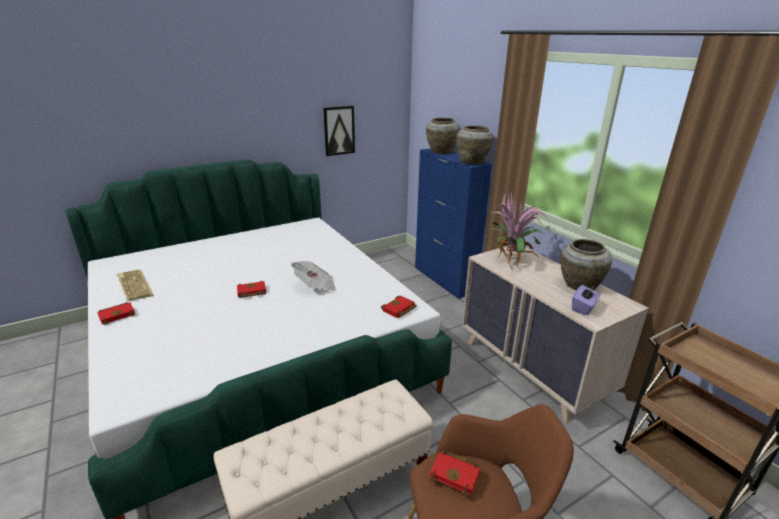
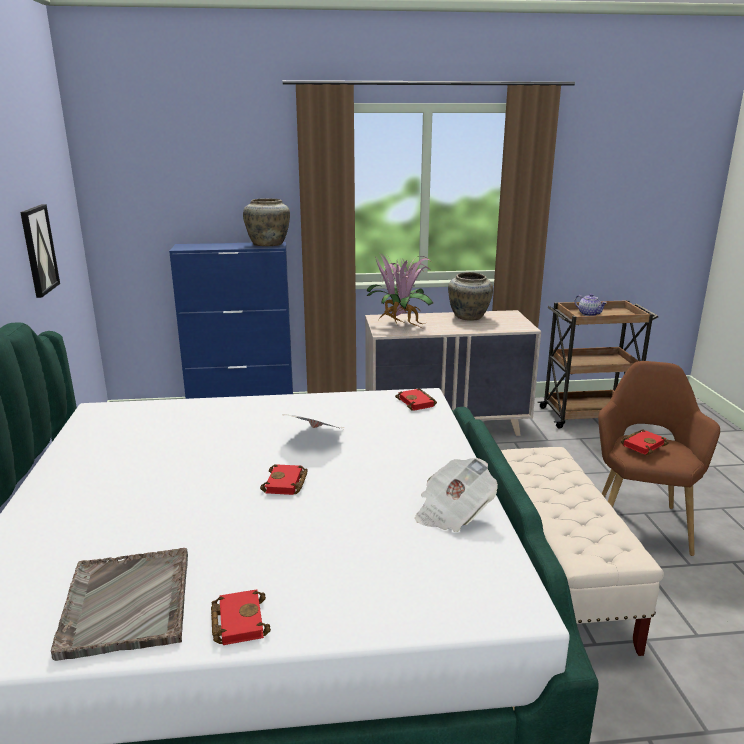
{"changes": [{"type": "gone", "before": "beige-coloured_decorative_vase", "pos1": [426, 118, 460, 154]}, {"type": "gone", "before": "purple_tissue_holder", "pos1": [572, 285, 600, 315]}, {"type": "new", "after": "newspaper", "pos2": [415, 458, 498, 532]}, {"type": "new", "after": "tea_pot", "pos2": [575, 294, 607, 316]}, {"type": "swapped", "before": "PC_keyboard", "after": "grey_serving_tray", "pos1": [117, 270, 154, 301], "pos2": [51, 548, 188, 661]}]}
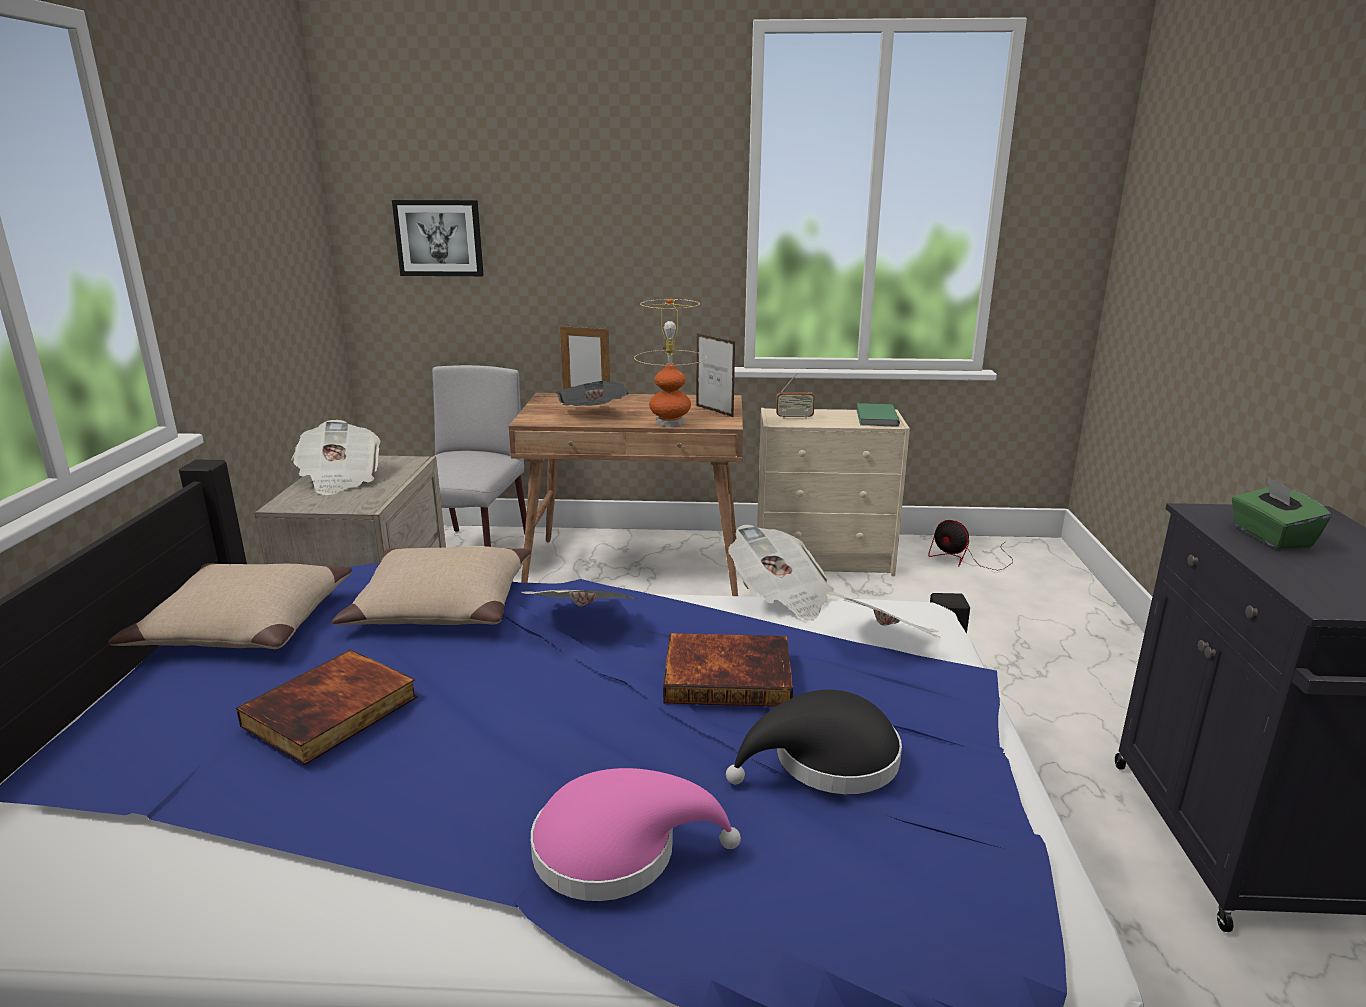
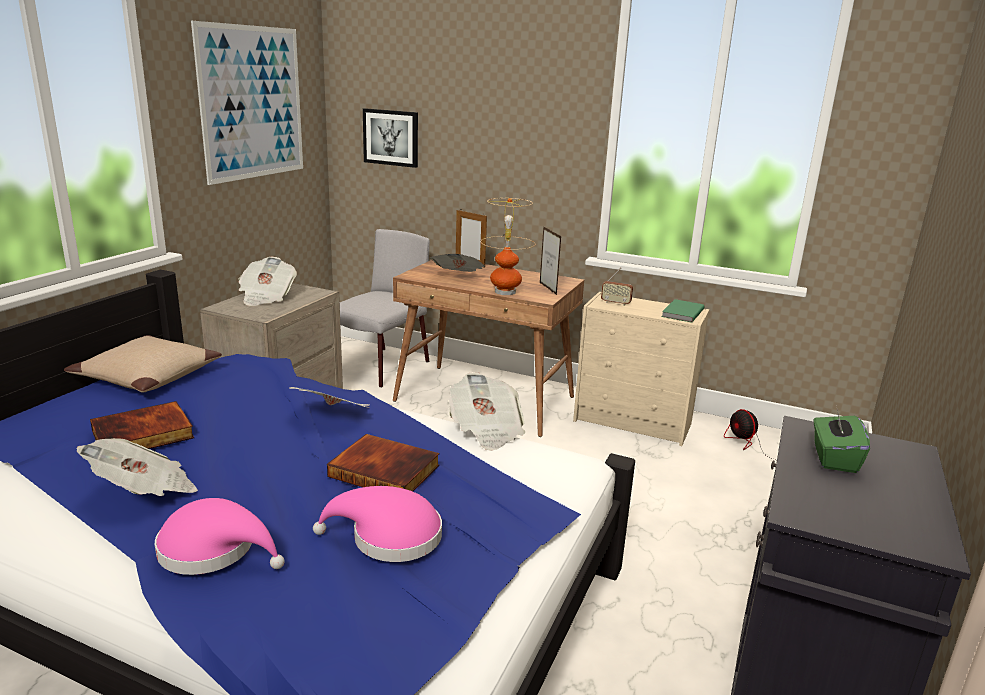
{"changes": [{"type": "gone", "before": "beige-coloured_throw_pillow", "pos1": [332, 546, 531, 625]}, {"type": "new", "after": "picture", "pos2": [191, 21, 303, 185]}, {"type": "shifted", "before": "newspaper", "pos1": [827, 591, 940, 637], "pos2": [76, 438, 198, 496]}, {"type": "repainted", "before": "blackish_wearable_hat", "after": "pinkish_wearable_hat", "pos1": [726, 690, 902, 794], "pos2": [313, 486, 442, 562]}]}
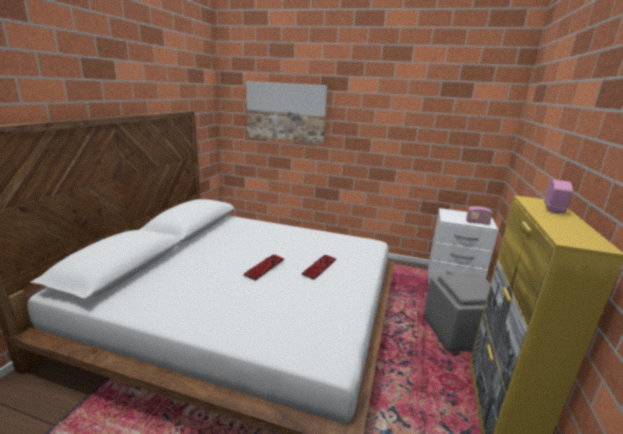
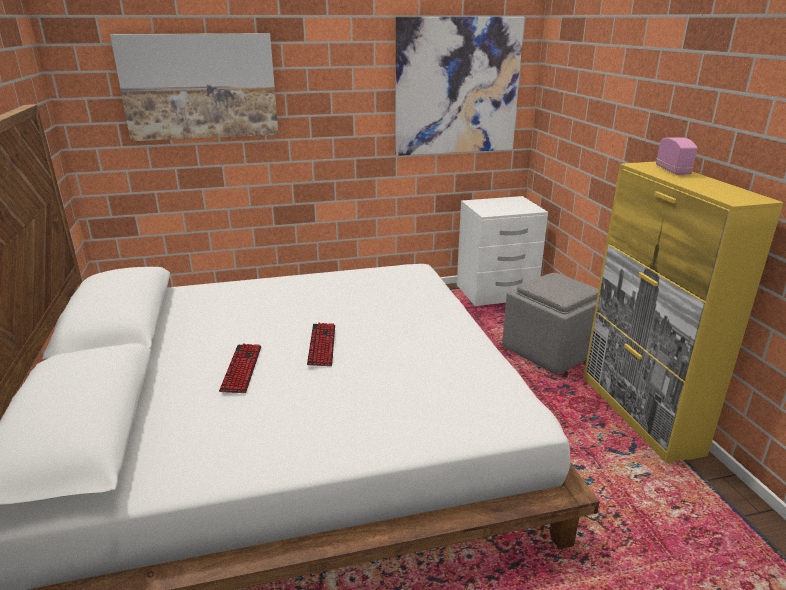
{"changes": [{"type": "gone", "before": "radio_set", "pos1": [466, 206, 492, 225]}, {"type": "new", "after": "picture", "pos2": [396, 17, 525, 156]}, {"type": "shifted", "before": "PC_keyboard", "pos1": [301, 255, 337, 280], "pos2": [219, 343, 261, 393]}]}
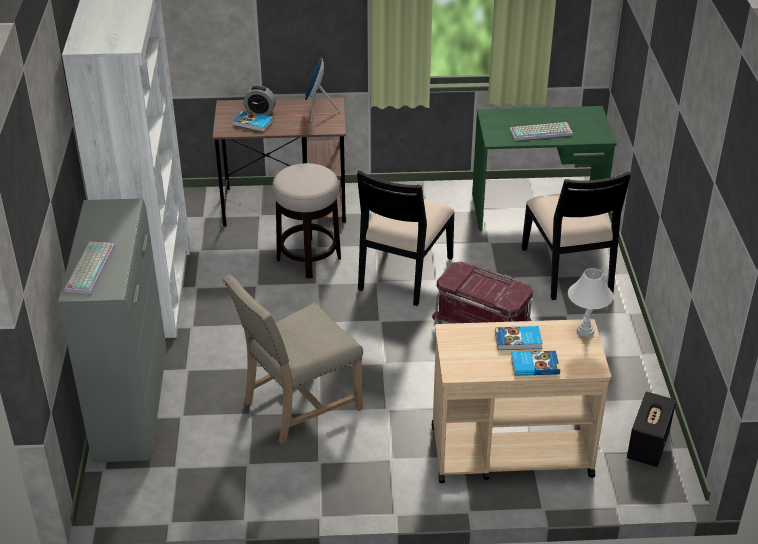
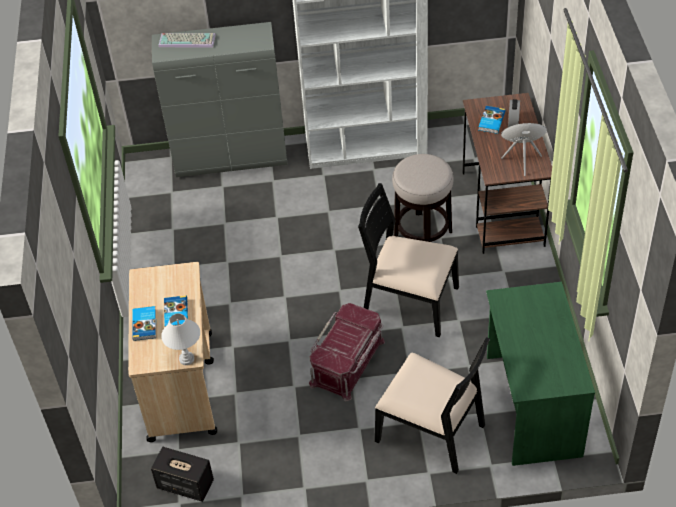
{"changes": [{"type": "gone", "before": "beige-coloured_upright_chair", "pos1": [223, 275, 363, 444]}, {"type": "gone", "before": "PC_keyboard", "pos1": [509, 122, 573, 141]}, {"type": "rotated", "before": "blackish_upright_chair", "pos1": [521, 172, 631, 300], "pos2": [375, 337, 490, 474], "turn": -135}]}
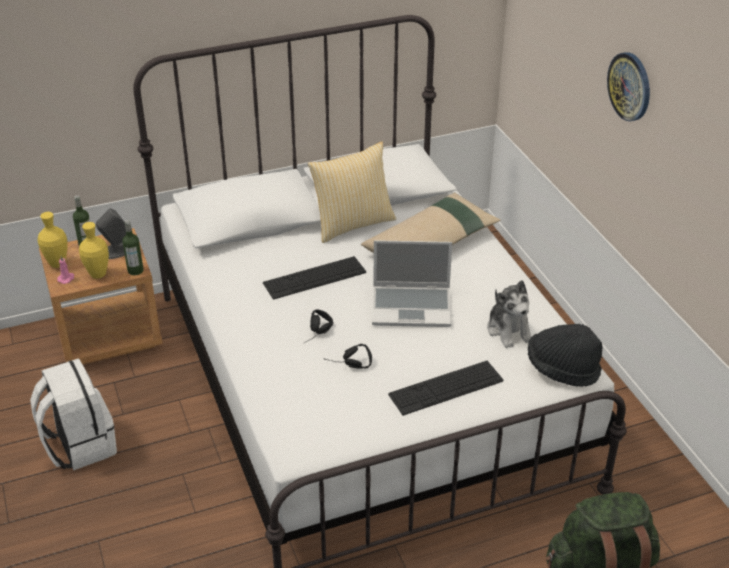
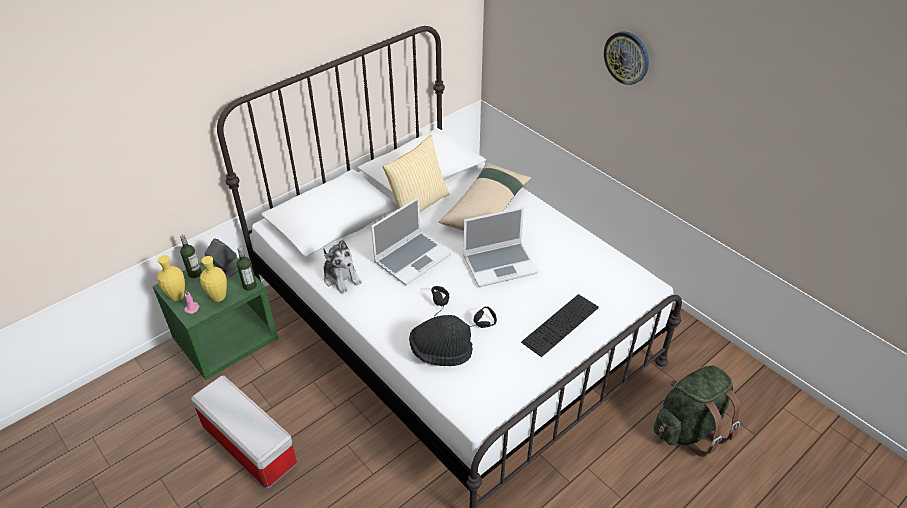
{"changes": [{"type": "shifted", "before": "plush_toy", "pos1": [487, 280, 532, 348], "pos2": [323, 240, 362, 294]}, {"type": "shifted", "before": "blackish_wearable_hat", "pos1": [528, 324, 602, 387], "pos2": [409, 315, 473, 366]}, {"type": "swapped", "before": "whitish_knapsack", "after": "storage_container", "pos1": [30, 358, 117, 470], "pos2": [191, 376, 297, 489]}, {"type": "swapped", "before": "PC_keyboard", "after": "portable_computer", "pos1": [263, 256, 366, 300], "pos2": [371, 197, 451, 285]}, {"type": "repainted", "before": "brownish_night_table", "after": "greenish_night_table", "pos1": [39, 228, 163, 364], "pos2": [153, 257, 278, 380]}]}
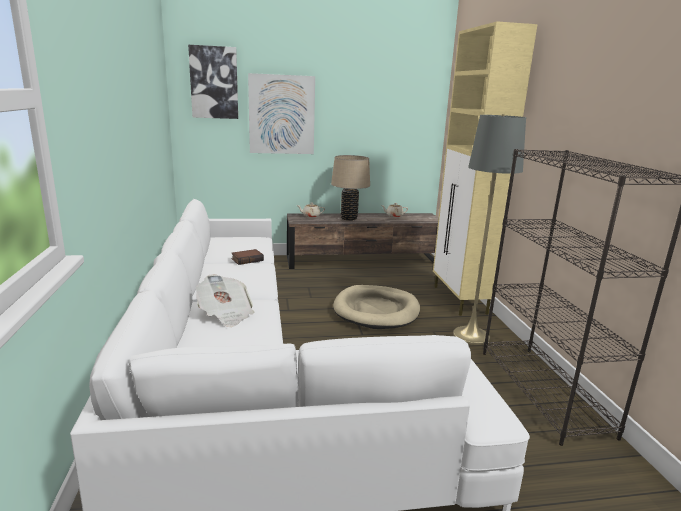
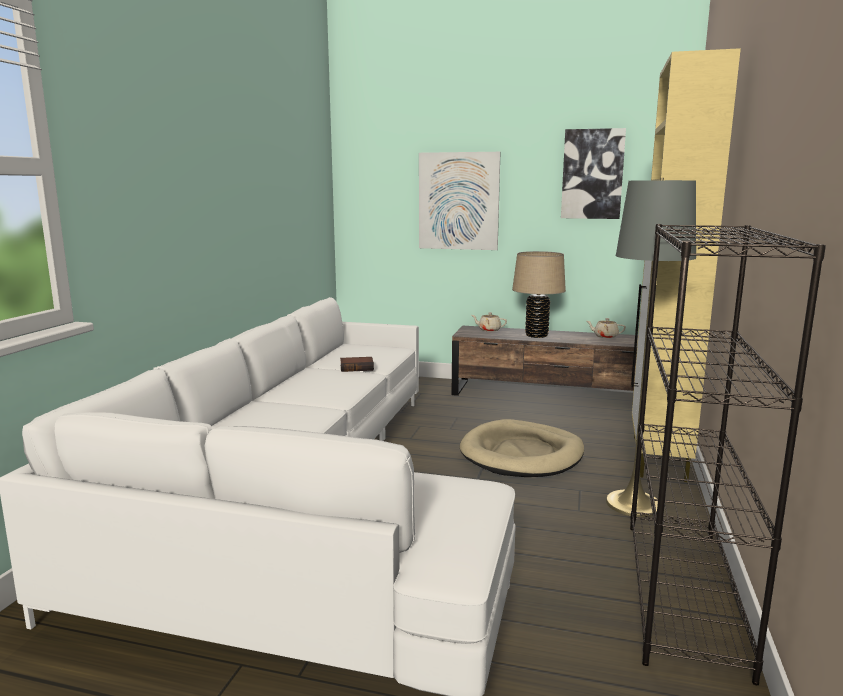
{"changes": [{"type": "gone", "before": "newspaper", "pos1": [196, 274, 254, 327]}, {"type": "shifted", "before": "picture", "pos1": [188, 45, 238, 119], "pos2": [561, 128, 626, 219]}]}
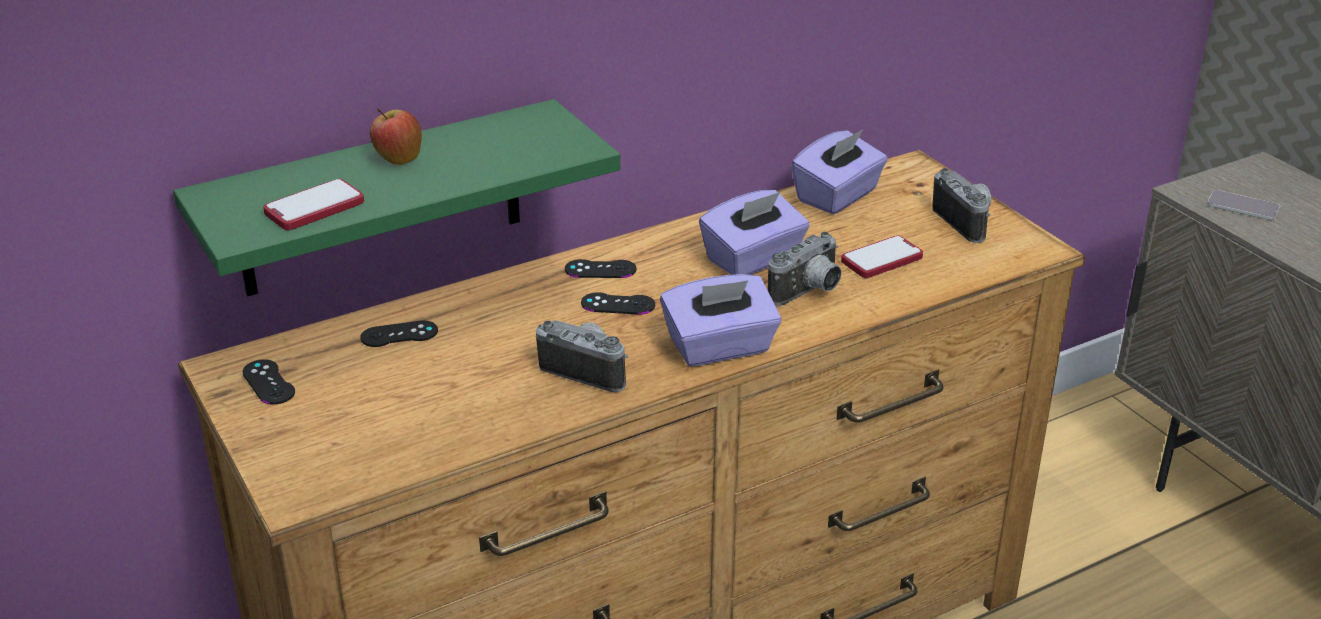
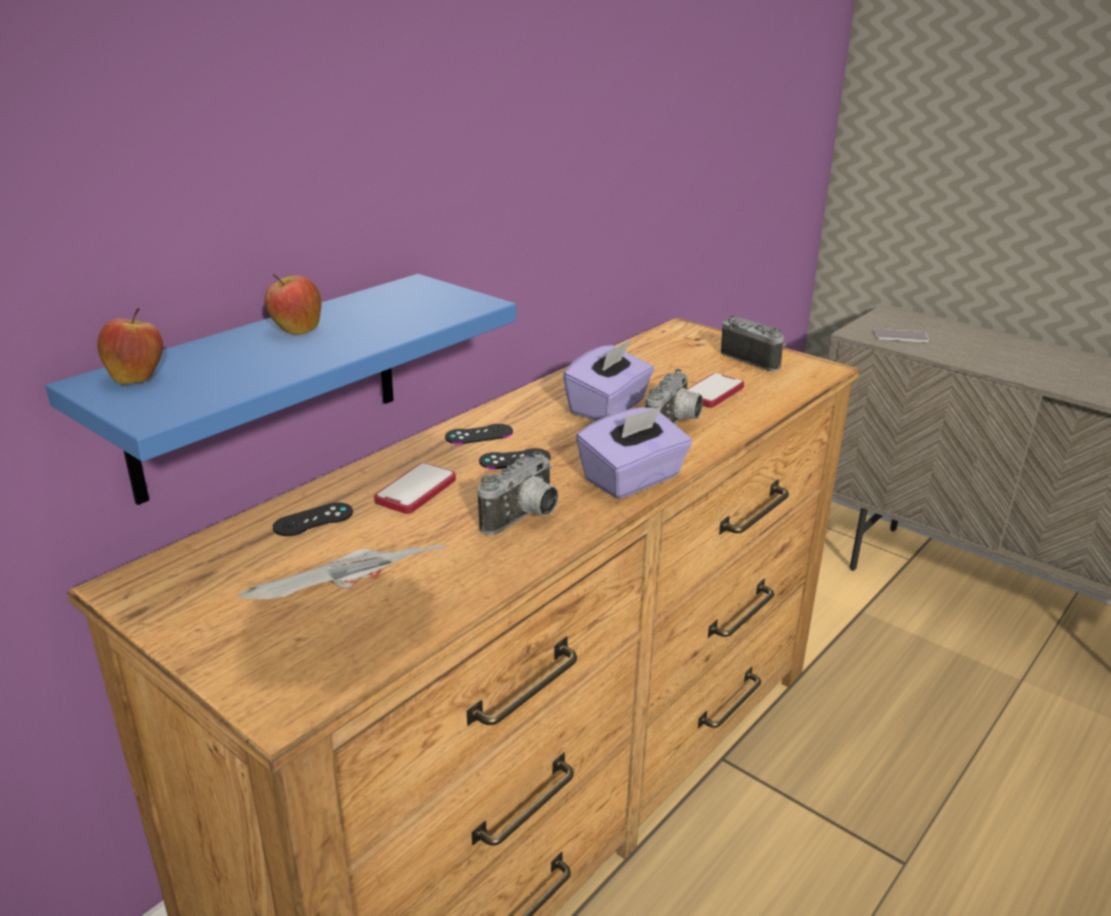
{"changes": [{"type": "gone", "before": "blackish_gamepad", "pos1": [242, 359, 295, 405]}, {"type": "gone", "before": "purple_tissue_holder", "pos1": [791, 130, 888, 214]}, {"type": "new", "after": "apple", "pos2": [97, 308, 163, 384]}, {"type": "new", "after": "newspaper", "pos2": [238, 545, 446, 600]}, {"type": "shifted", "before": "handset", "pos1": [263, 179, 364, 230], "pos2": [374, 463, 456, 514]}, {"type": "repainted", "before": "greenish_wall_shelf", "after": "blue-coloured_wall_shelf", "pos1": [173, 99, 620, 297], "pos2": [45, 274, 516, 505]}, {"type": "rotated", "before": "still_camera", "pos1": [536, 320, 628, 392], "pos2": [478, 451, 558, 535], "turn": 120}]}
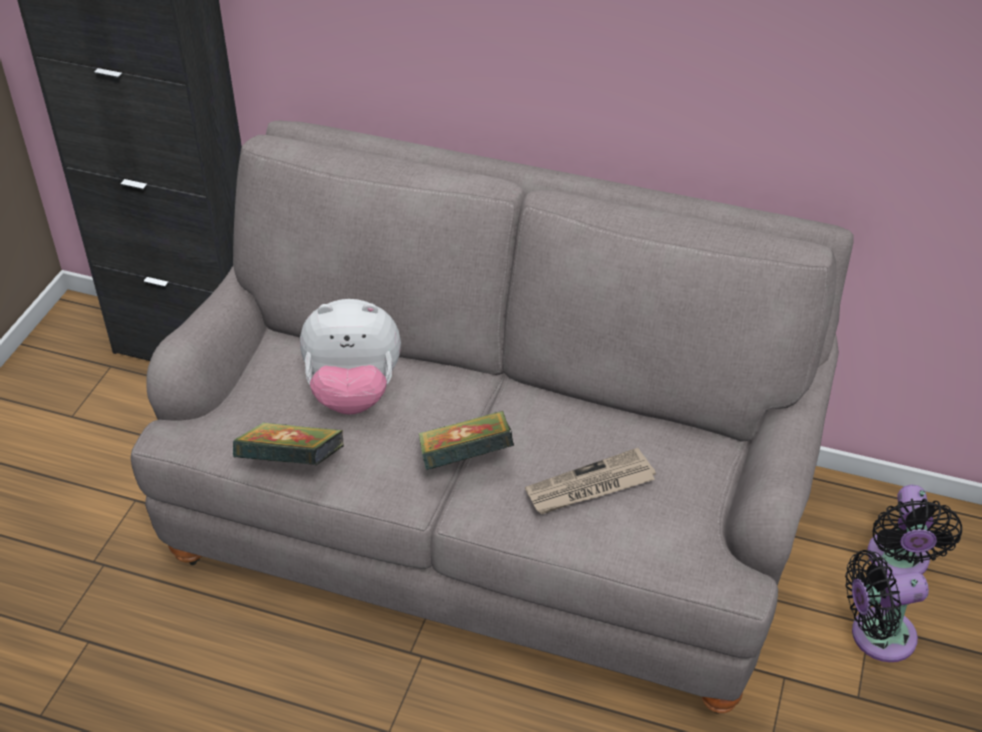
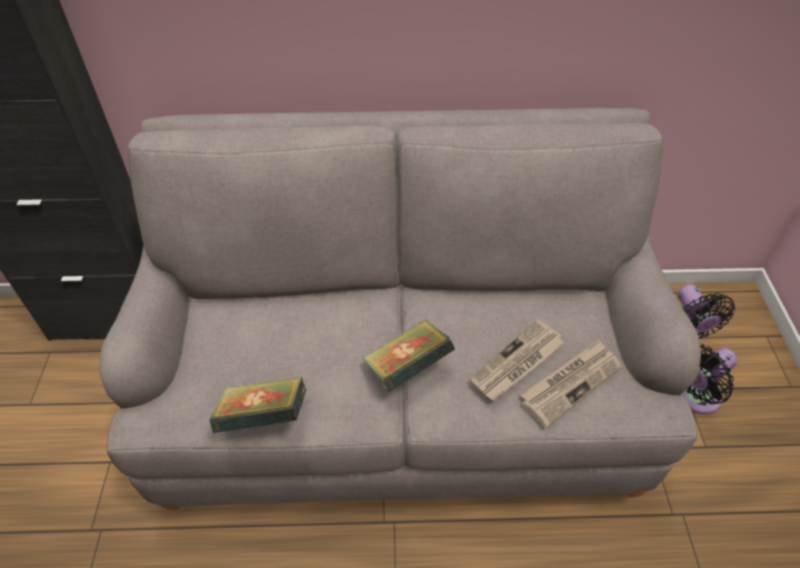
{"changes": [{"type": "gone", "before": "plush_toy", "pos1": [300, 299, 401, 415]}, {"type": "new", "after": "newspaper", "pos2": [521, 339, 621, 428]}]}
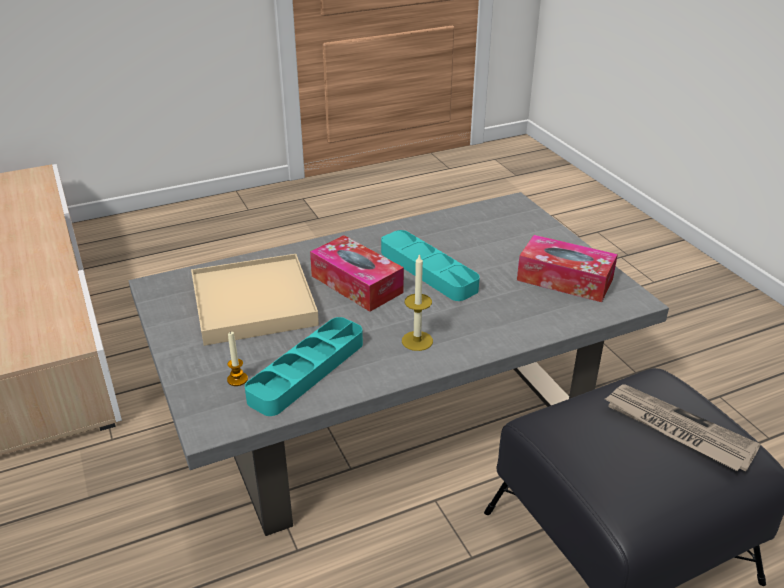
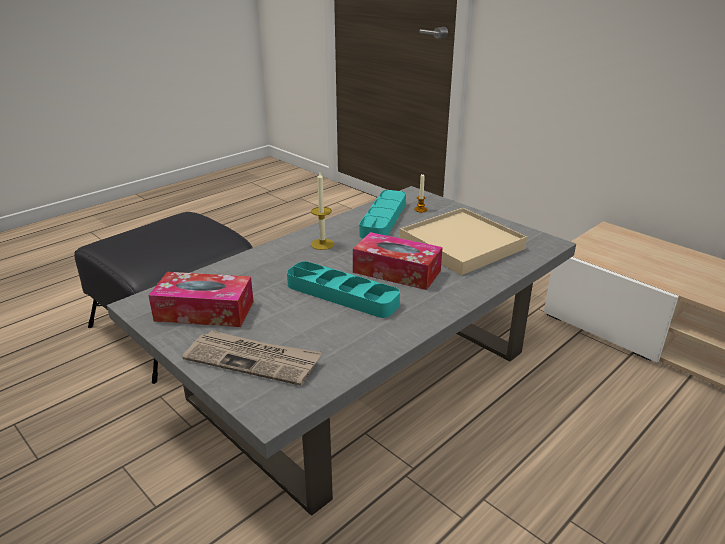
{"changes": [{"type": "shifted", "before": "newspaper", "pos1": [605, 385, 761, 471], "pos2": [182, 330, 322, 386]}]}
